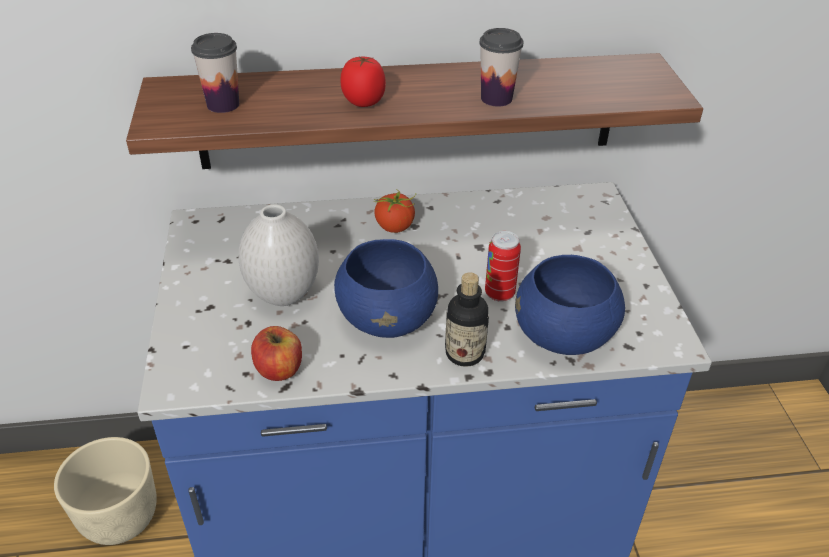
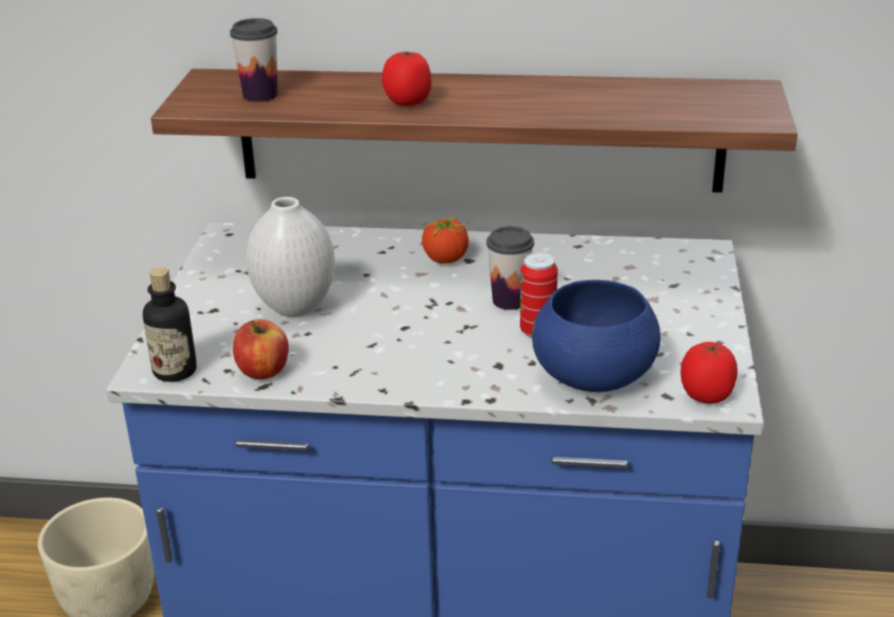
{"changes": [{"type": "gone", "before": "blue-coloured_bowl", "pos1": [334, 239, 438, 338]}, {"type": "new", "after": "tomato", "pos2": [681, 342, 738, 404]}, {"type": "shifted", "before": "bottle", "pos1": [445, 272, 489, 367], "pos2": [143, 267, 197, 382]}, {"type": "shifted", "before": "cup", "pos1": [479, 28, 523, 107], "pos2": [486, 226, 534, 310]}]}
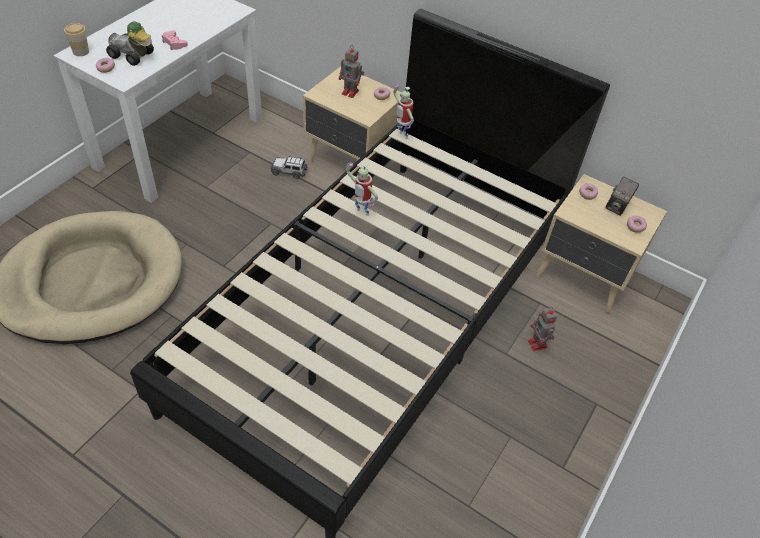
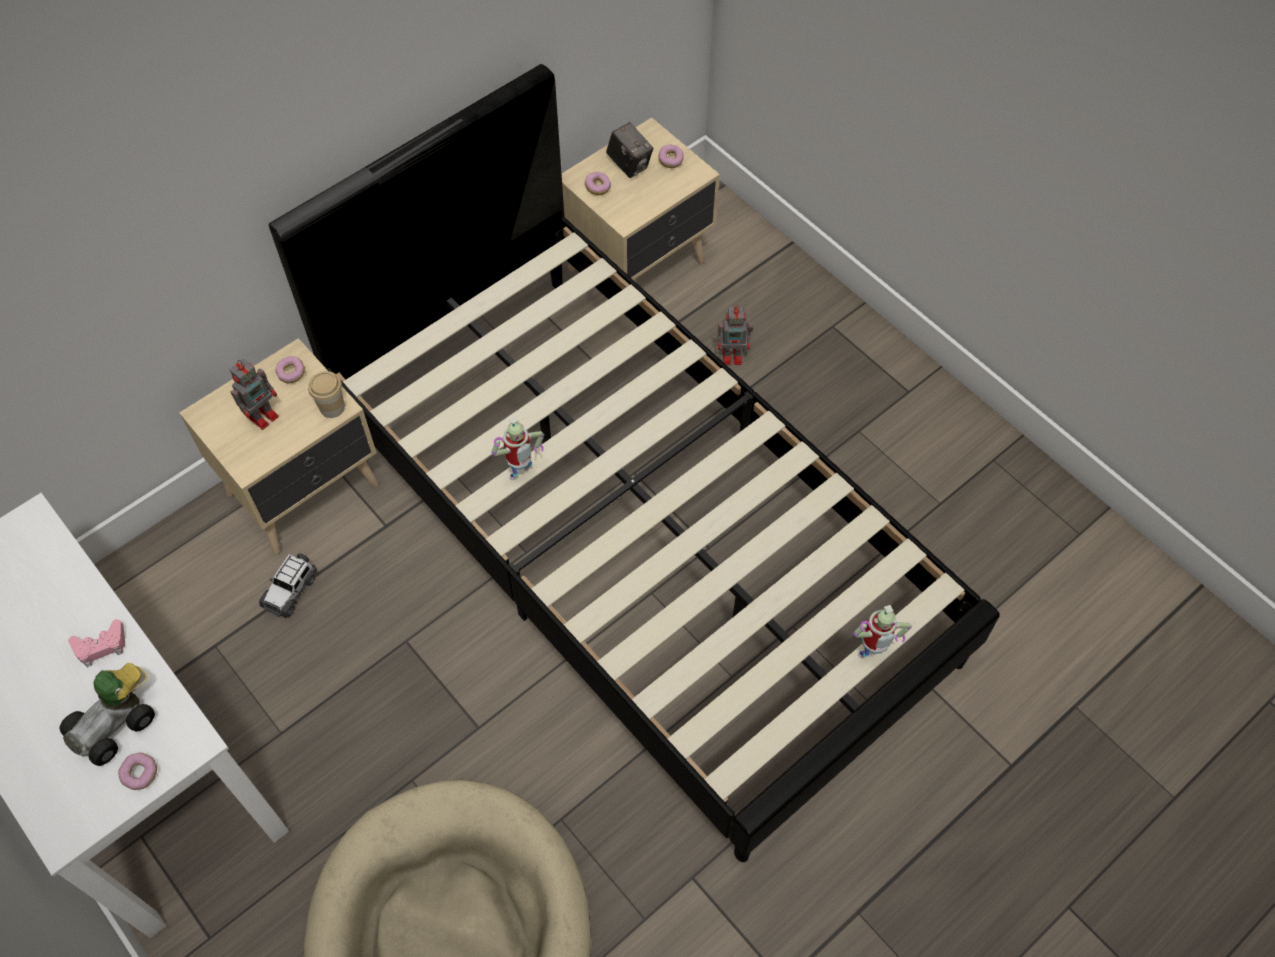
{"changes": [{"type": "shifted", "before": "cup", "pos1": [64, 23, 89, 56], "pos2": [308, 371, 345, 418]}, {"type": "shifted", "before": "model_robot", "pos1": [393, 84, 414, 139], "pos2": [853, 605, 912, 658]}]}
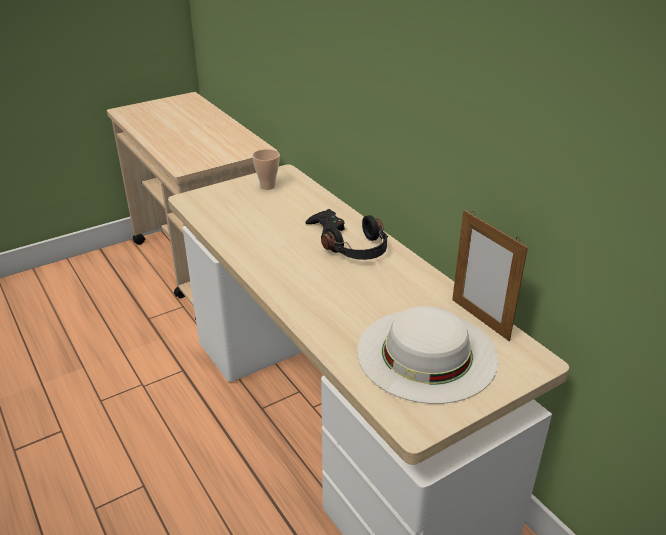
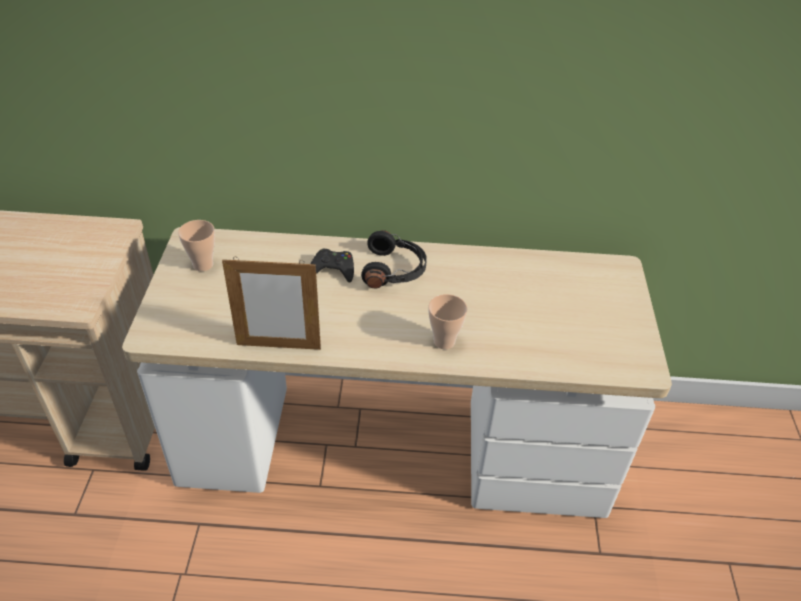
{"changes": [{"type": "gone", "before": "whitish_wearable_hat", "pos1": [357, 306, 498, 404]}, {"type": "new", "after": "cup", "pos2": [428, 294, 467, 349]}, {"type": "shifted", "before": "photo_frame", "pos1": [452, 210, 528, 341], "pos2": [222, 257, 321, 350]}]}
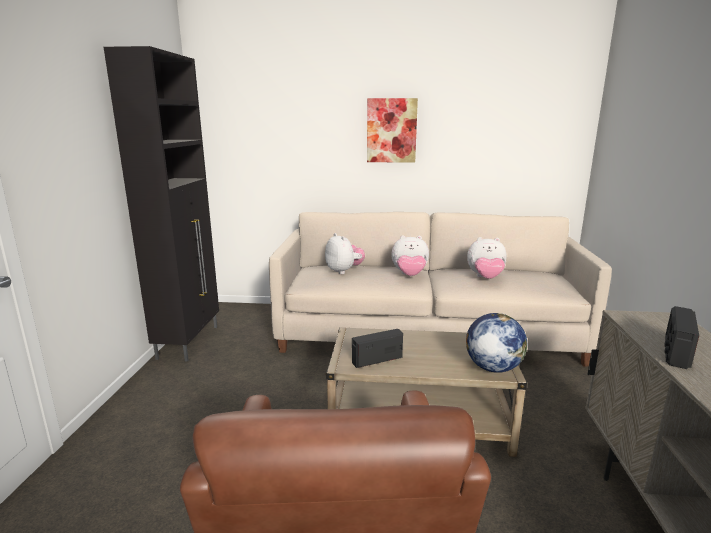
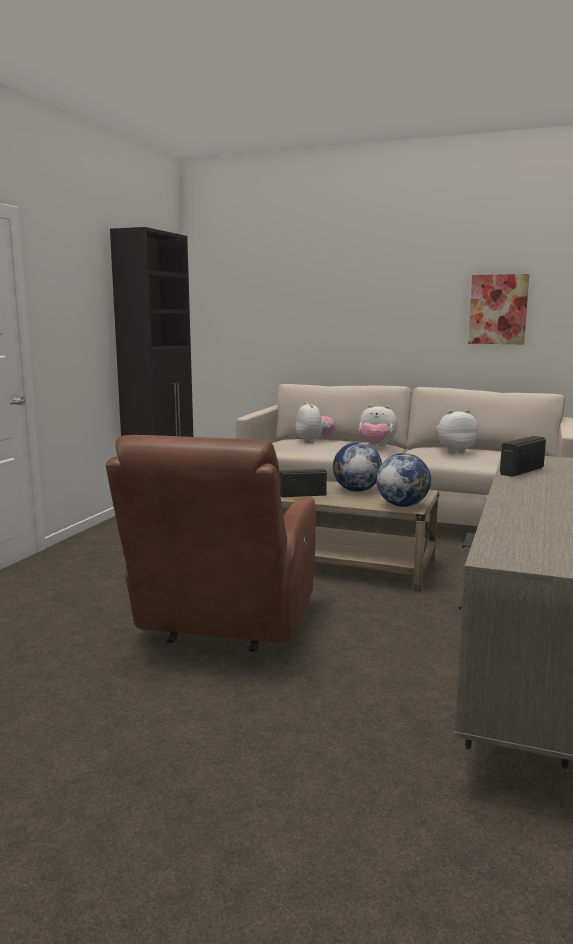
{"changes": [{"type": "new", "after": "desk_globe", "pos2": [333, 442, 382, 492]}, {"type": "shifted", "before": "picture", "pos1": [367, 98, 418, 163], "pos2": [468, 274, 529, 344]}, {"type": "rotated", "before": "plush_toy", "pos1": [467, 237, 507, 279], "pos2": [435, 410, 478, 454], "turn": 150}]}
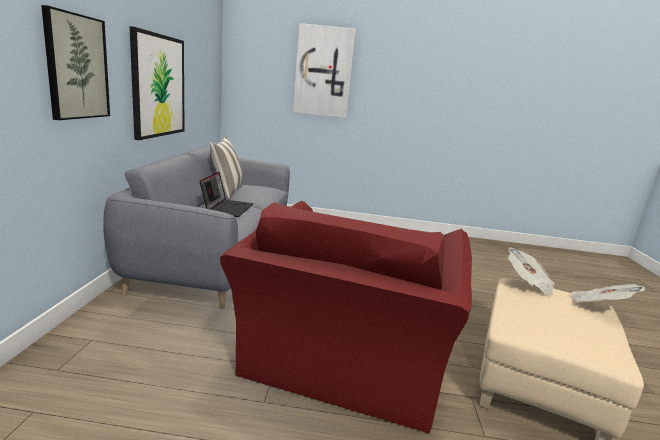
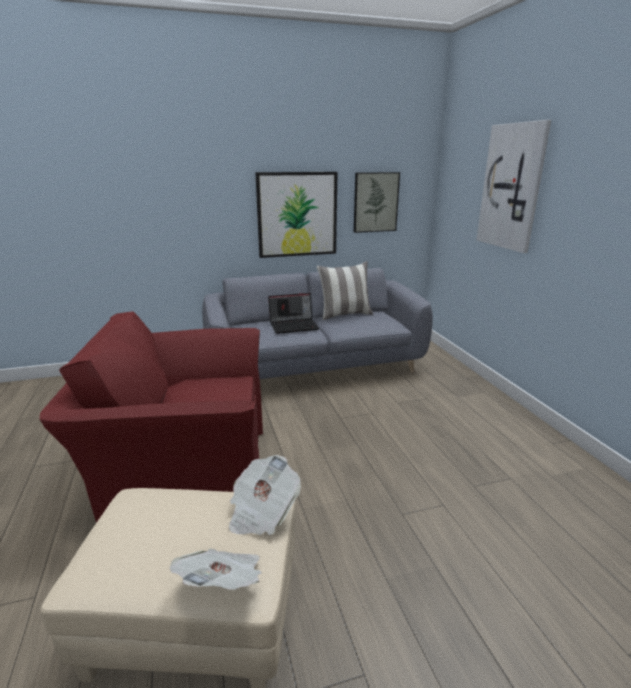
{"changes": [{"type": "shifted", "before": "picture", "pos1": [41, 5, 110, 120], "pos2": [354, 172, 400, 233]}]}
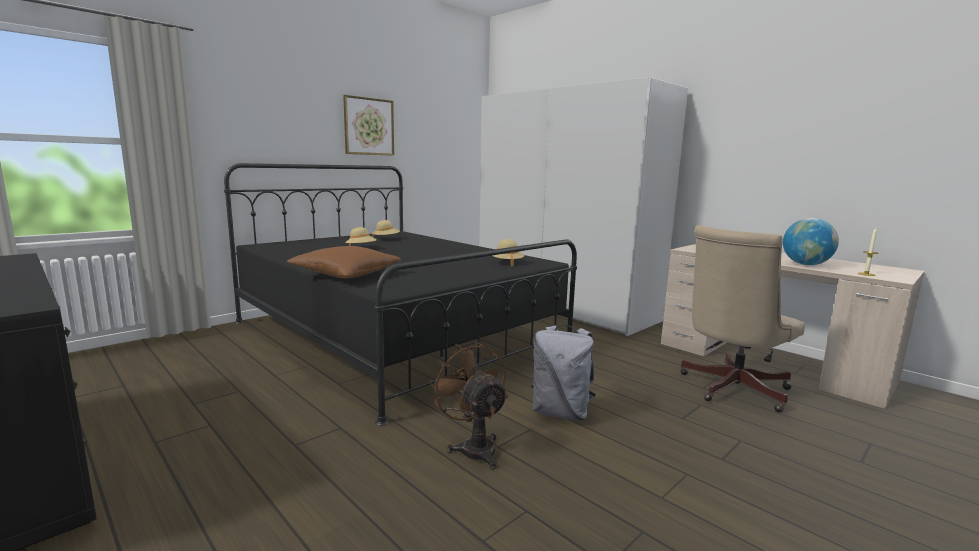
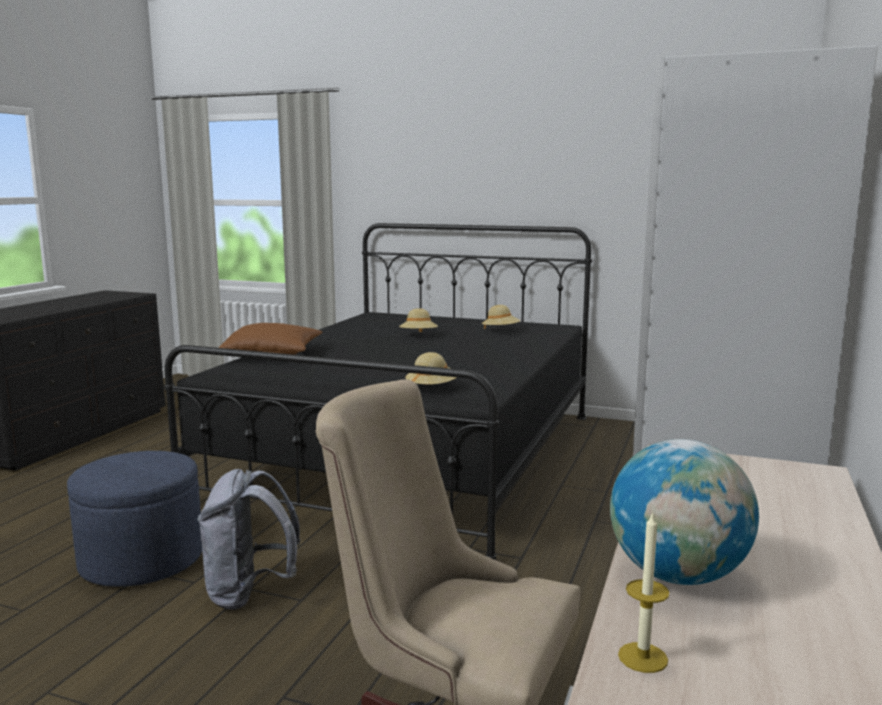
{"changes": [{"type": "gone", "before": "picture", "pos1": [343, 95, 394, 156]}, {"type": "swapped", "before": "brownish_electric_fan", "after": "blue-coloured_footrest", "pos1": [429, 342, 509, 470], "pos2": [67, 451, 202, 587]}]}
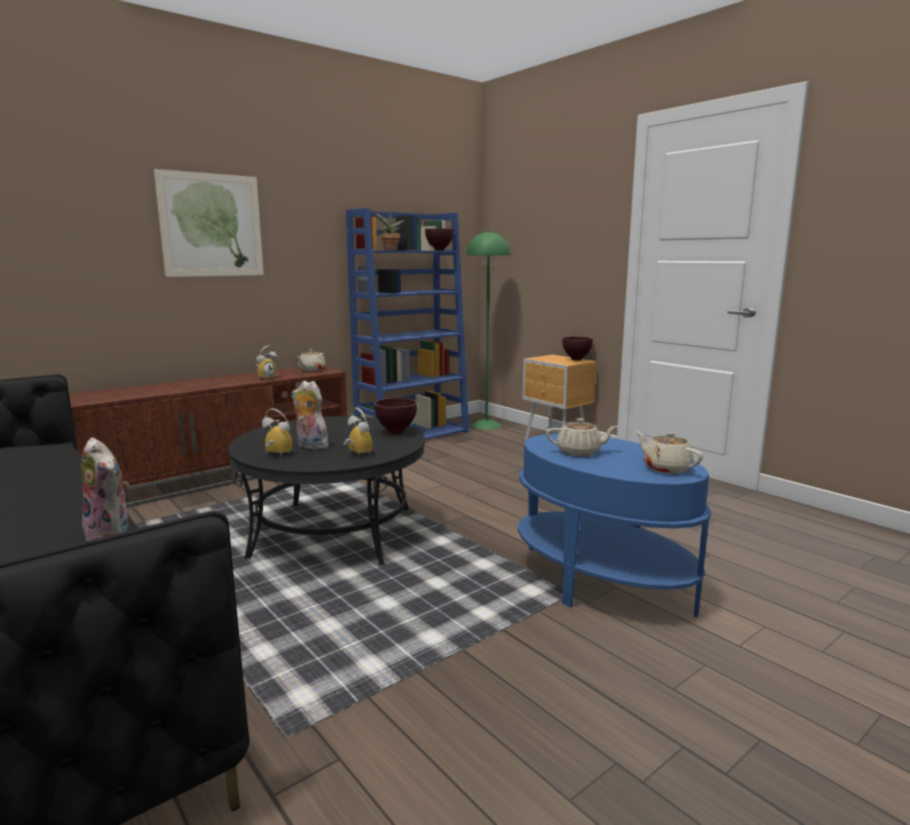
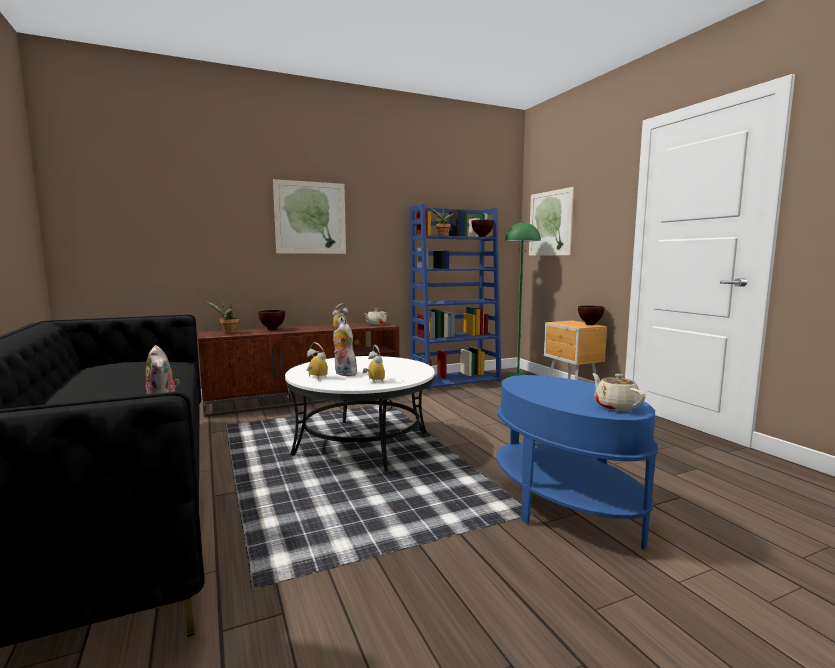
{"changes": [{"type": "gone", "before": "beige-coloured_tea_pot", "pos1": [546, 418, 618, 456]}, {"type": "new", "after": "potted_plant", "pos2": [206, 301, 239, 334]}, {"type": "new", "after": "picture", "pos2": [529, 187, 574, 256]}, {"type": "shifted", "before": "brownish_bowl", "pos1": [374, 398, 417, 434], "pos2": [258, 310, 285, 330]}, {"type": "repainted", "before": "blackish_low_table", "after": "whitish_low_table", "pos1": [228, 416, 425, 566], "pos2": [285, 356, 435, 472]}]}
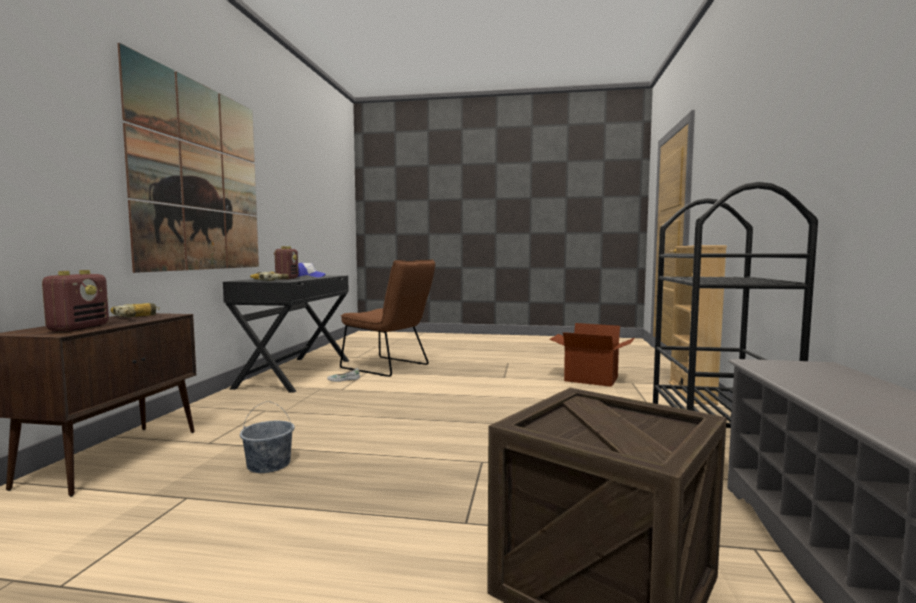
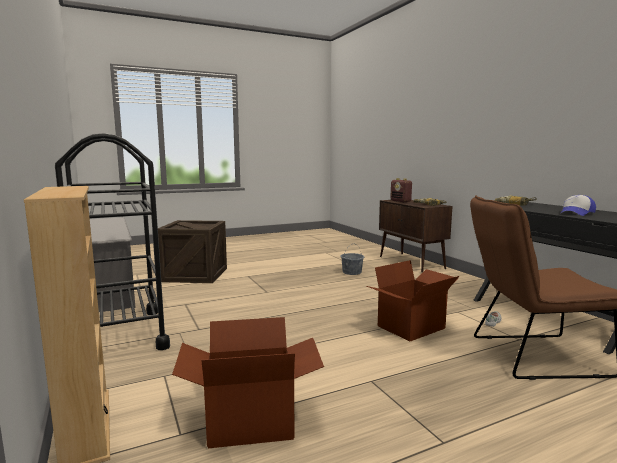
{"changes": [{"type": "gone", "before": "picture", "pos1": [118, 43, 259, 273]}, {"type": "gone", "before": "radio_set", "pos1": [274, 246, 298, 280]}, {"type": "new", "after": "cardboard_box", "pos2": [367, 260, 459, 341]}]}
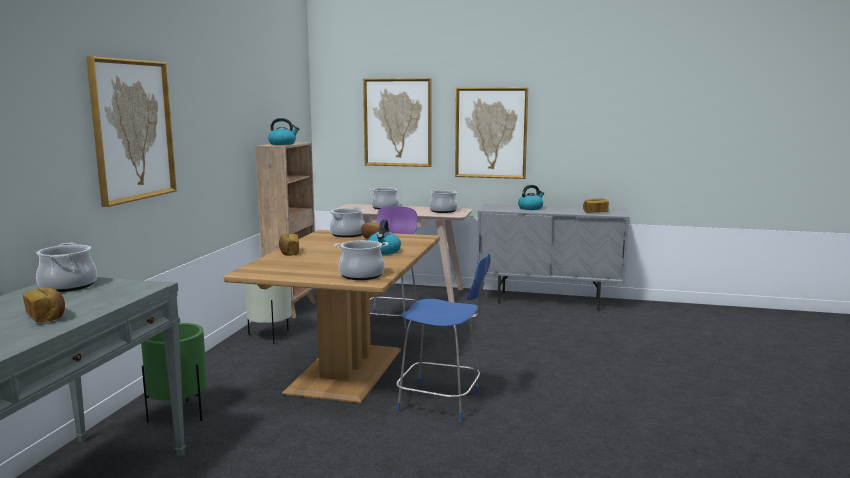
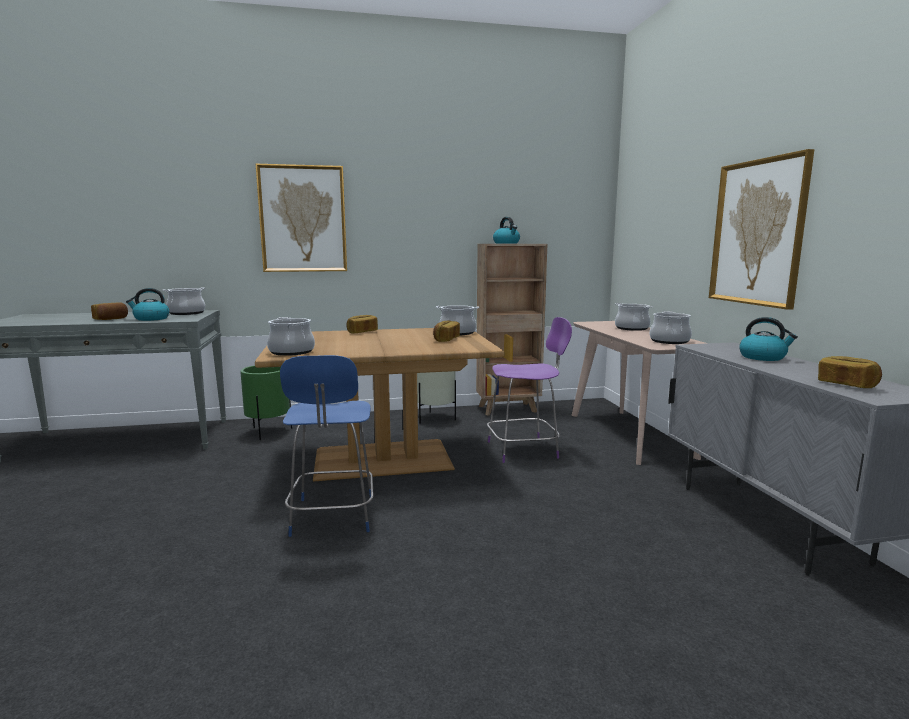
{"changes": [{"type": "gone", "before": "picture", "pos1": [363, 78, 432, 167]}, {"type": "shifted", "before": "tea_kettle", "pos1": [368, 219, 401, 255], "pos2": [126, 288, 169, 321]}]}
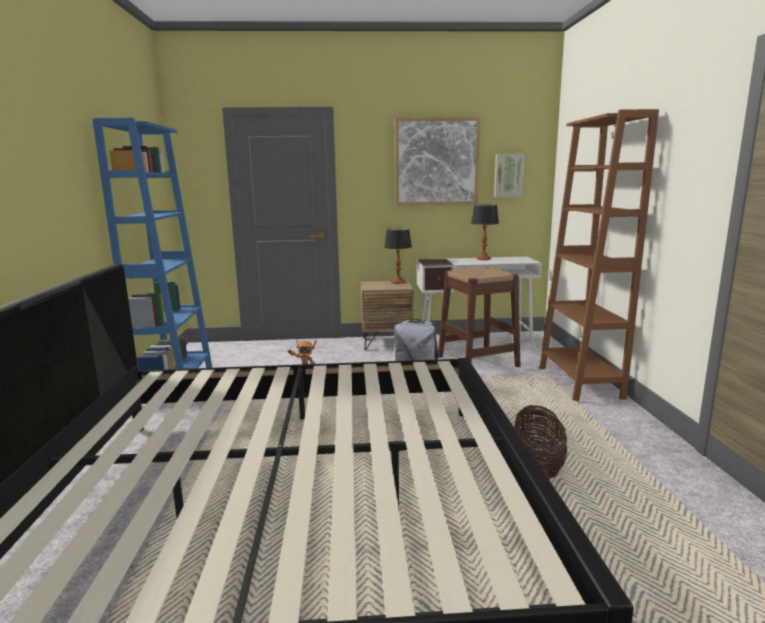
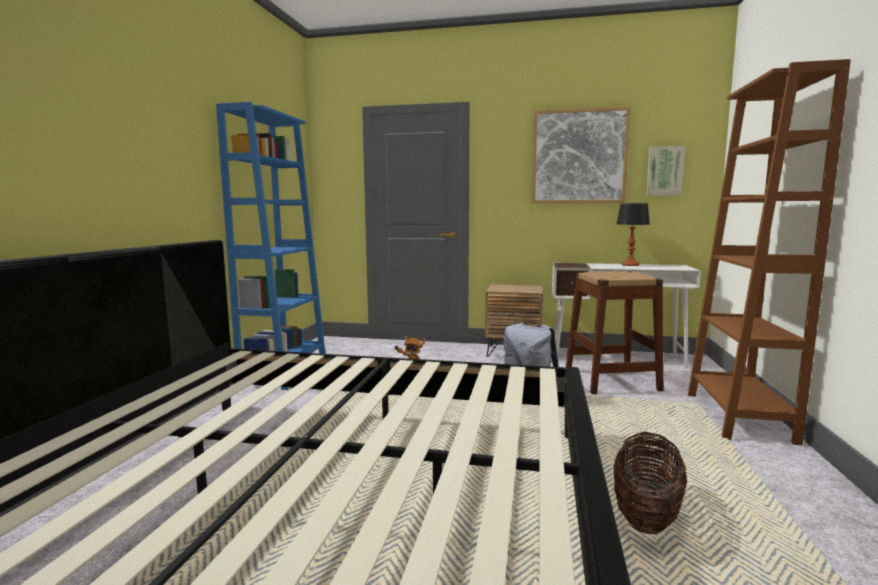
{"changes": [{"type": "gone", "before": "lamp_for_a_table", "pos1": [384, 228, 412, 284]}]}
